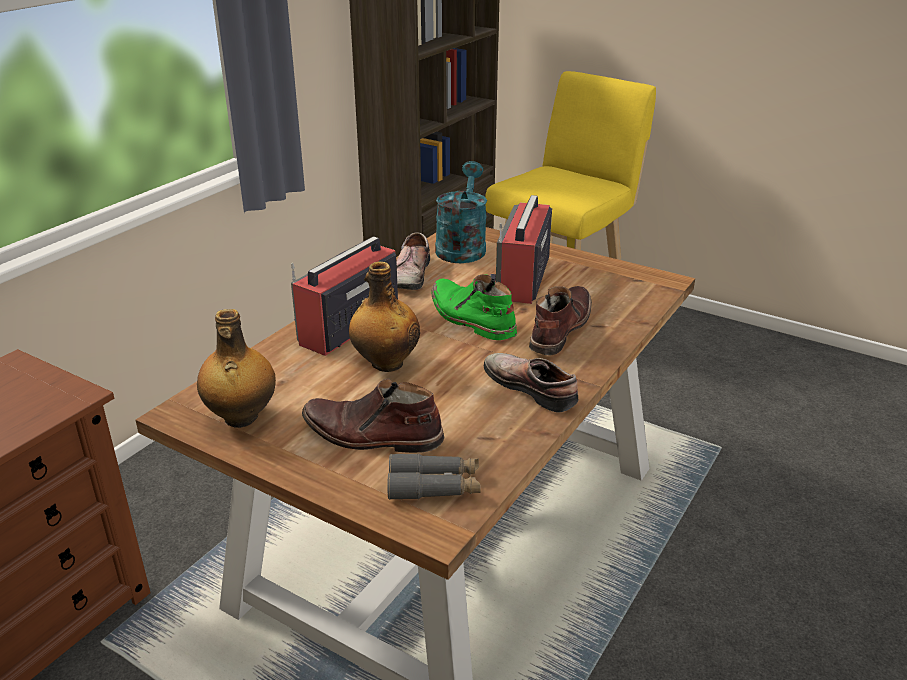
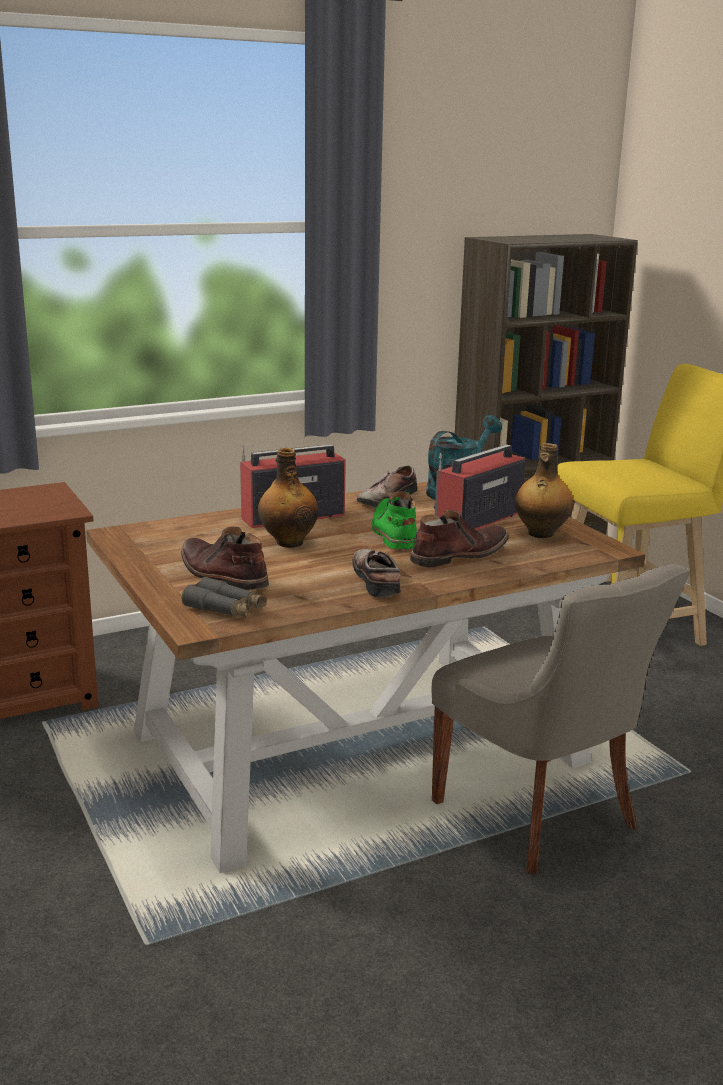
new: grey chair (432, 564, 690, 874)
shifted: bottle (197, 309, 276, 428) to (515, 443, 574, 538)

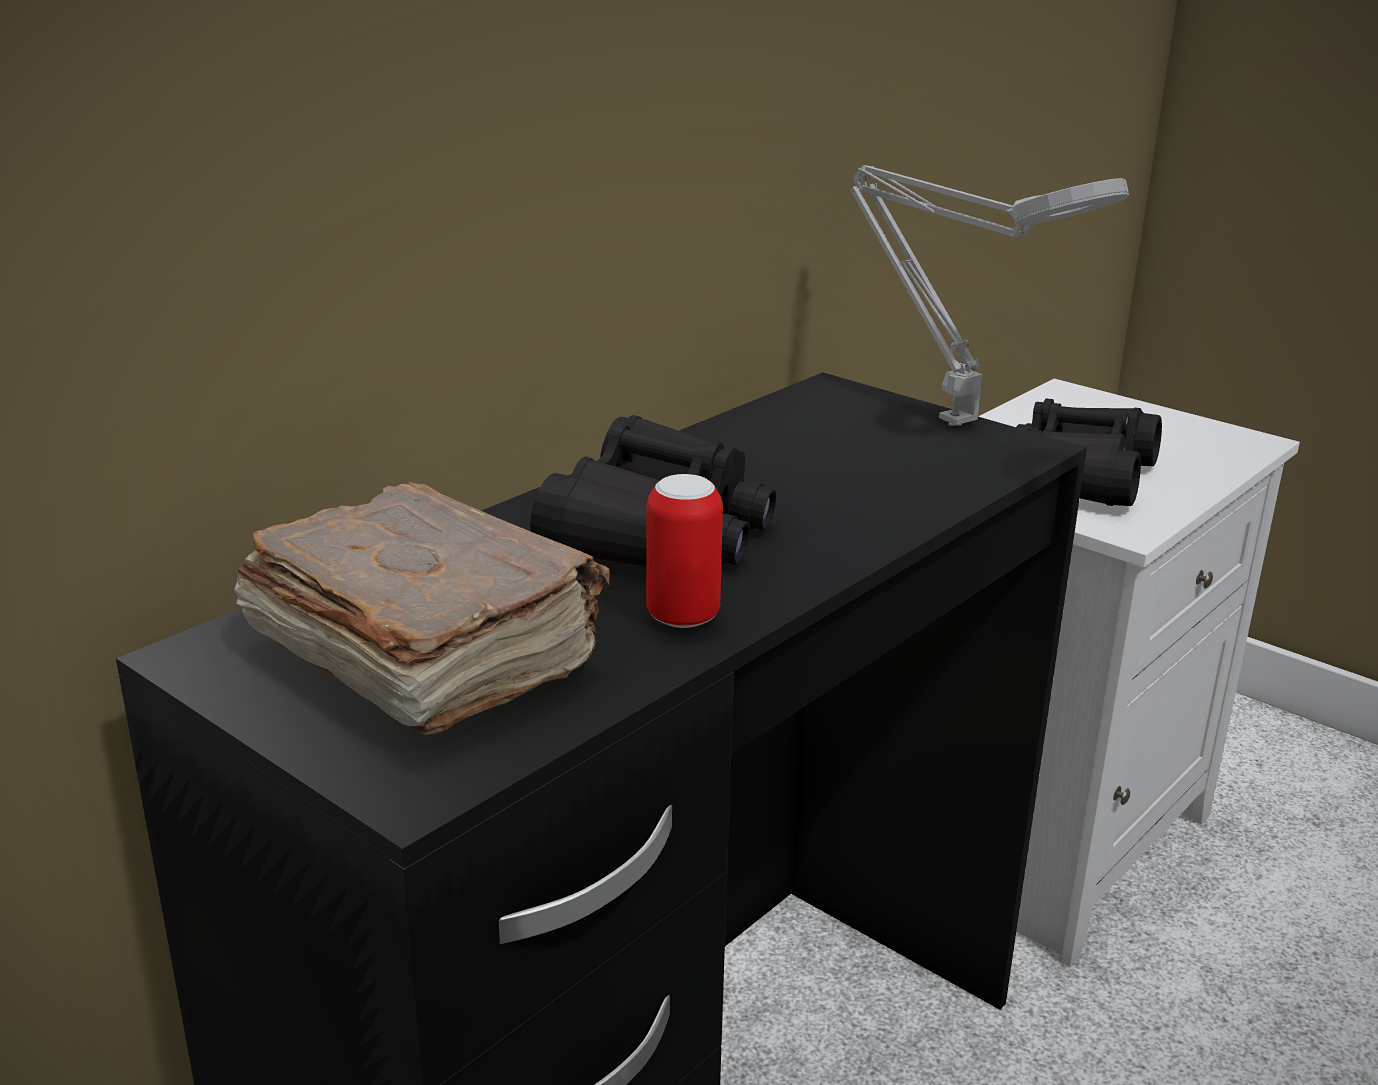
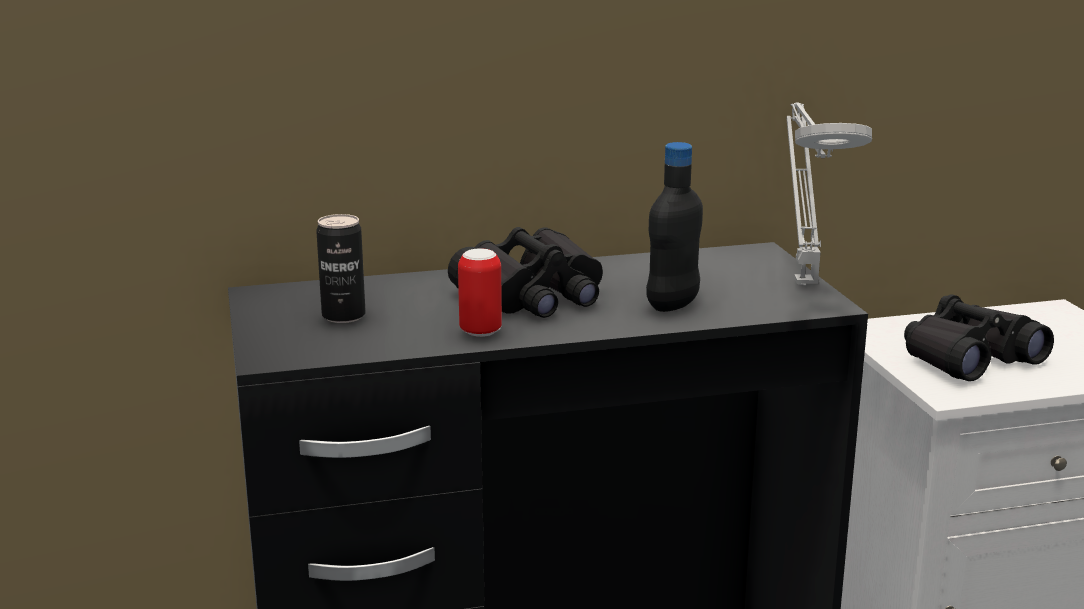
new: black bottle (646, 142, 703, 312)
swapped: brown book (234, 482, 609, 735) to can (316, 214, 365, 323)

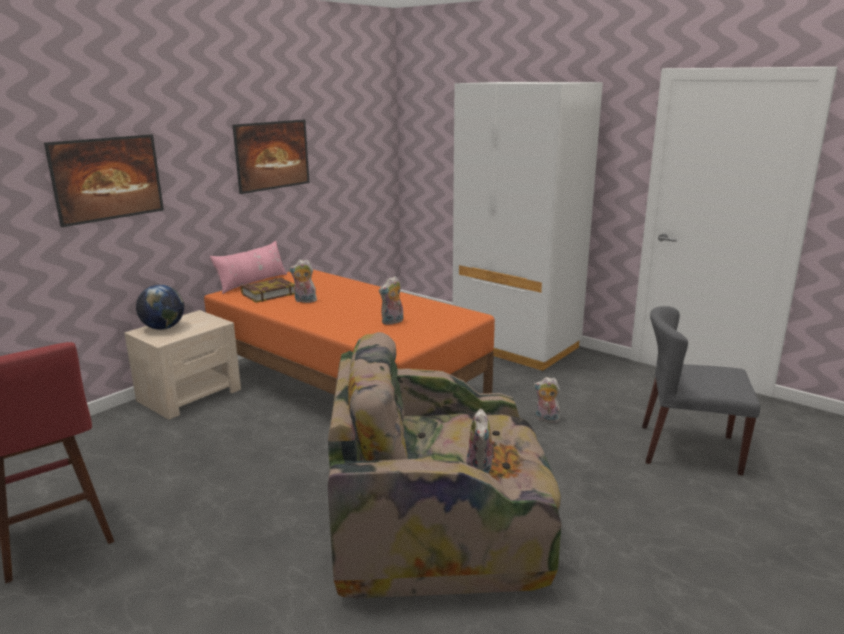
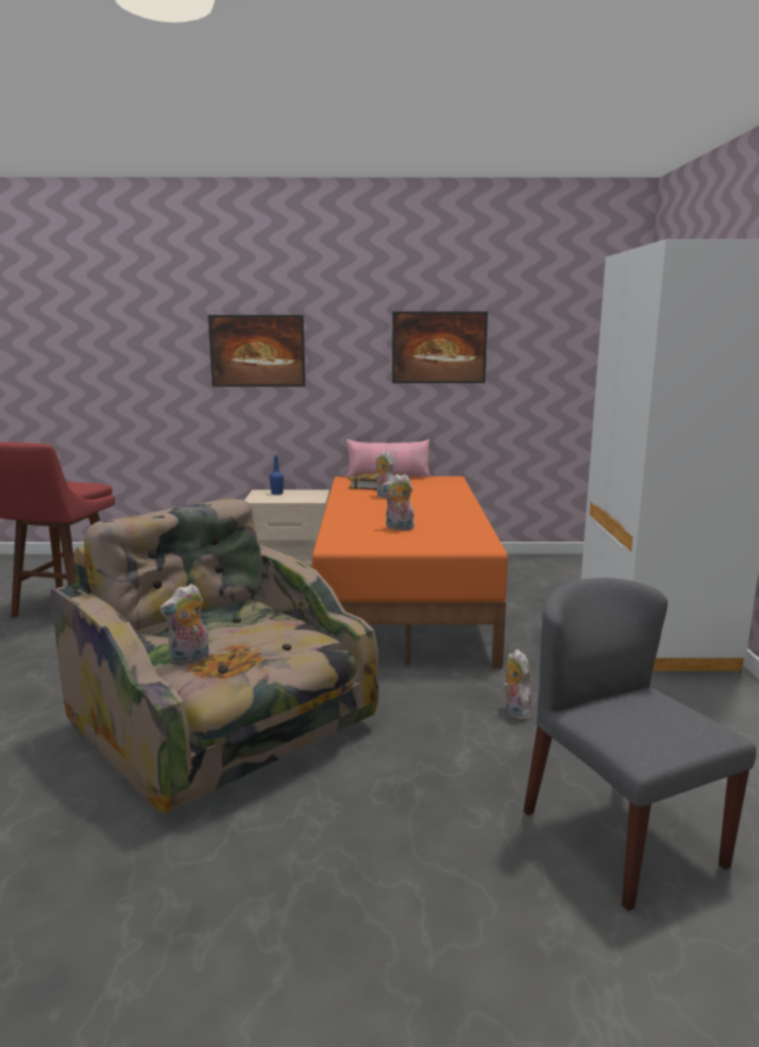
swapped: globe (136, 285, 184, 330) to blue bottle (269, 452, 284, 495)

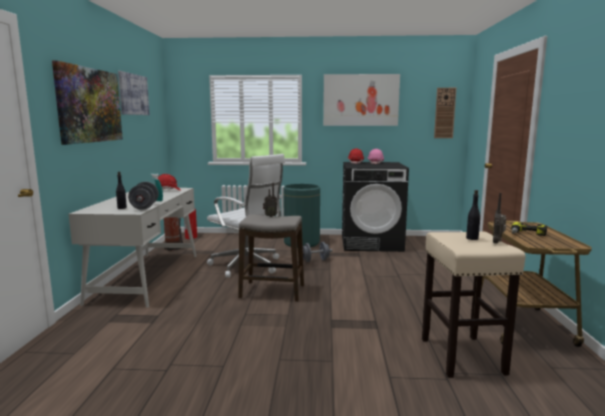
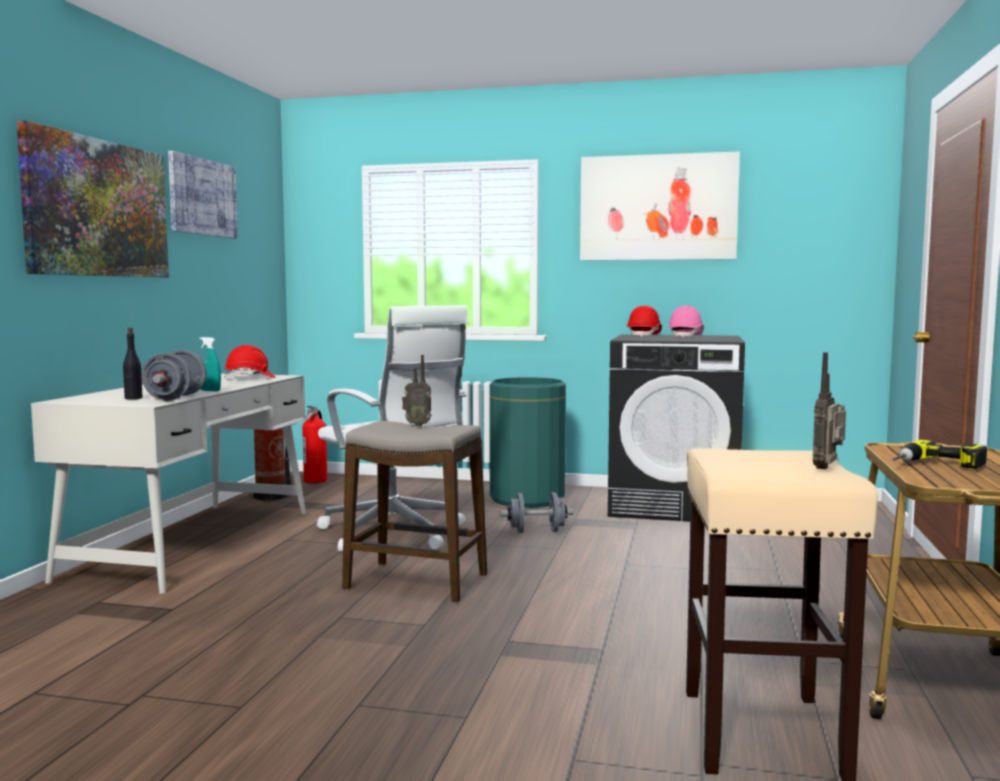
gone: wall clock (434, 88, 456, 138); black bottle (466, 190, 480, 240)

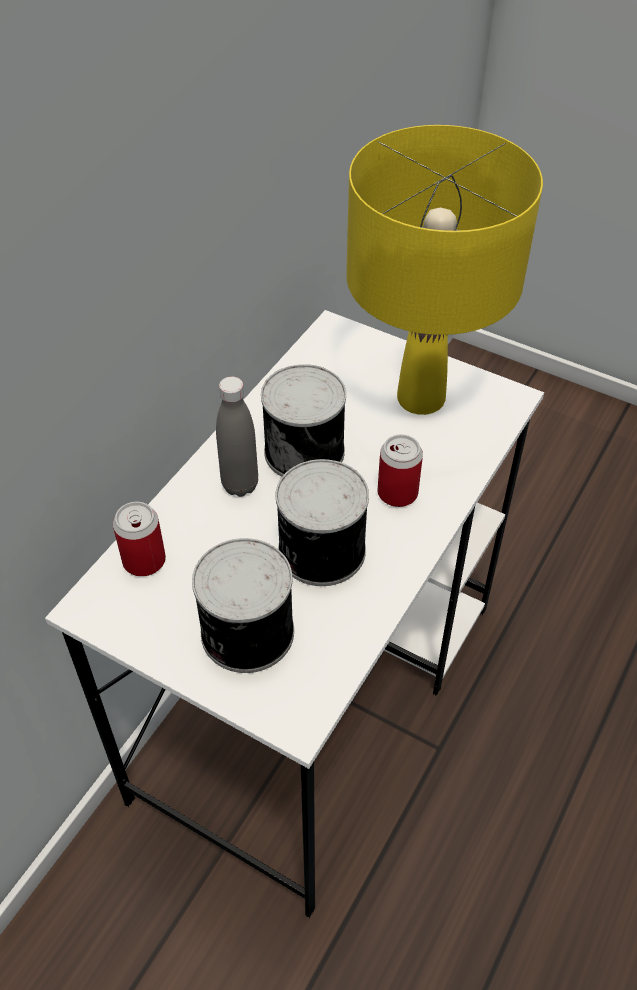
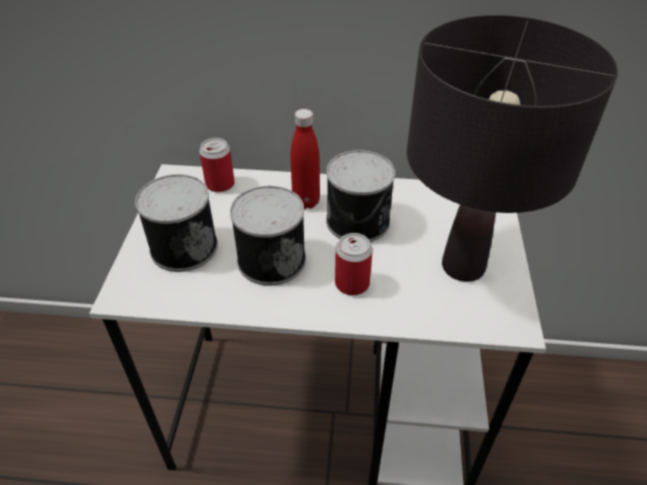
repainted: yellow table lamp (346, 125, 543, 415) to black table lamp (407, 15, 618, 282); grey bottle (216, 377, 258, 497) to red bottle (291, 109, 320, 209)

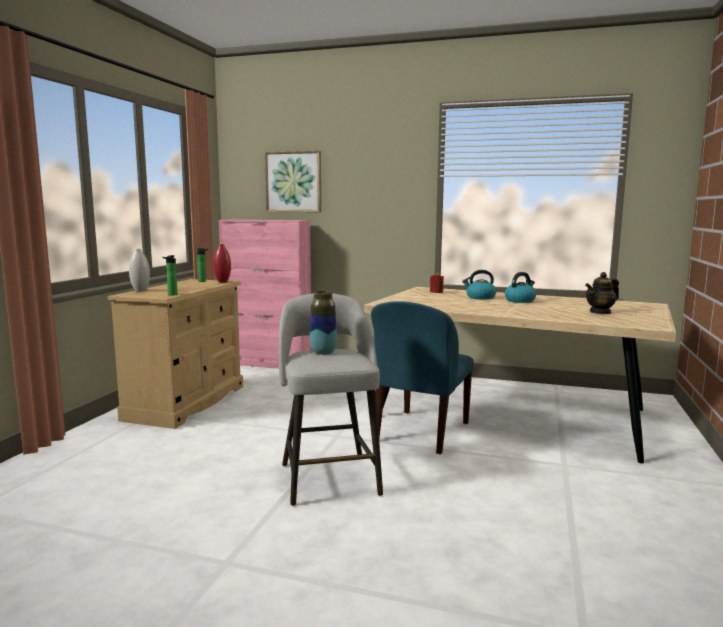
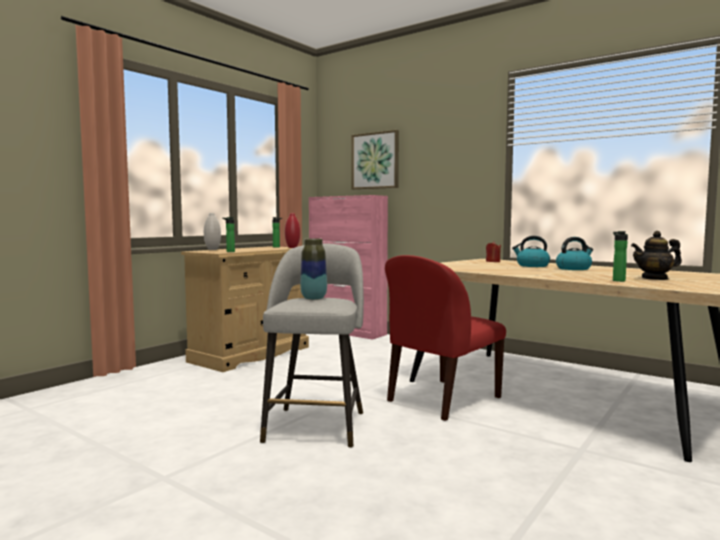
new: bottle (613, 231, 628, 282)
repainted: blue chair (371, 301, 474, 454) to red chair (385, 255, 506, 421)

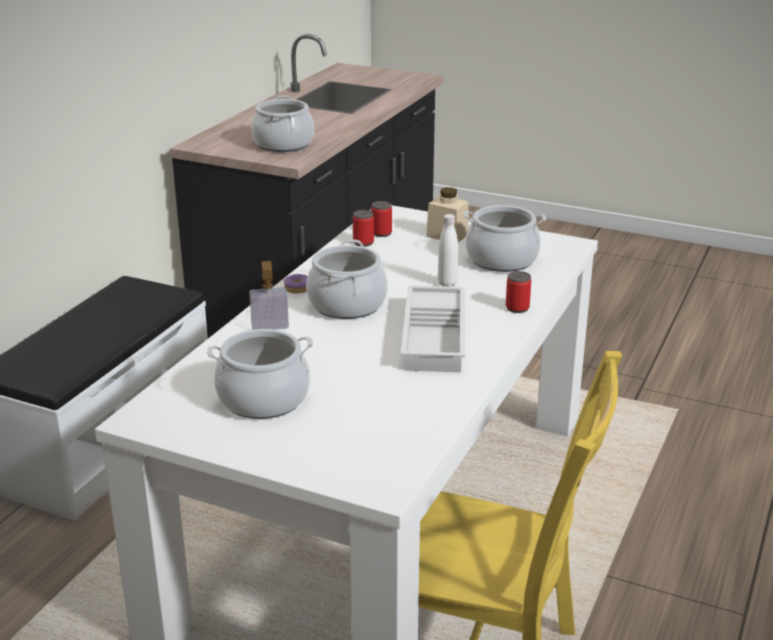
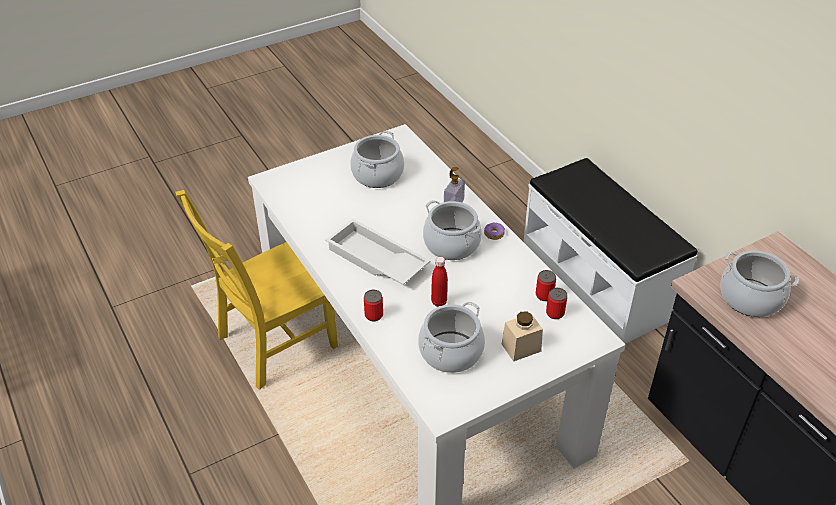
repainted: white bottle (438, 214, 458, 287) to red bottle (431, 257, 448, 307)

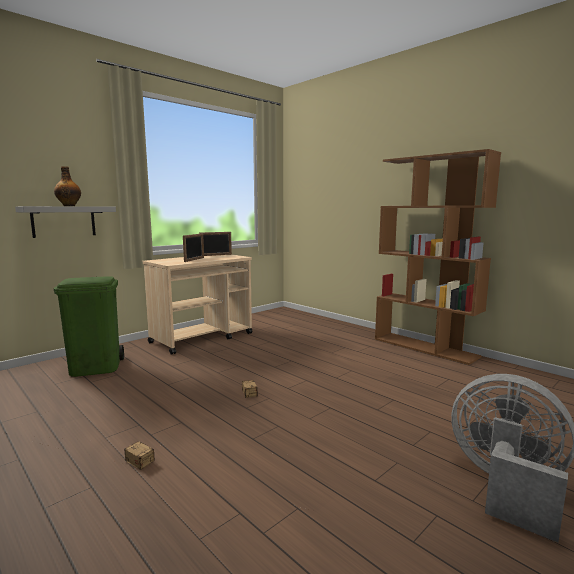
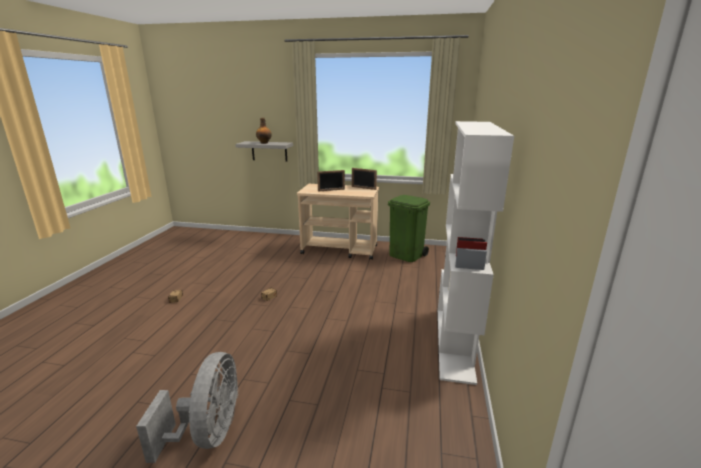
shifted: green trash can (54, 276, 124, 377) to (388, 195, 430, 262)
repainted: brown bookcase (375, 149, 501, 365) to white bookcase (438, 121, 514, 385)

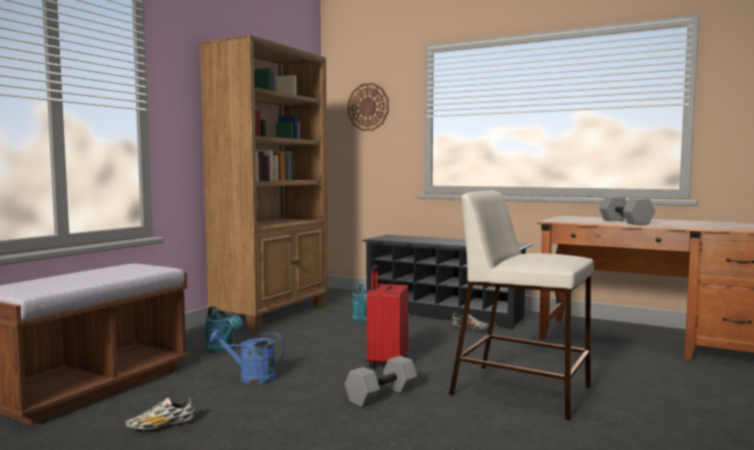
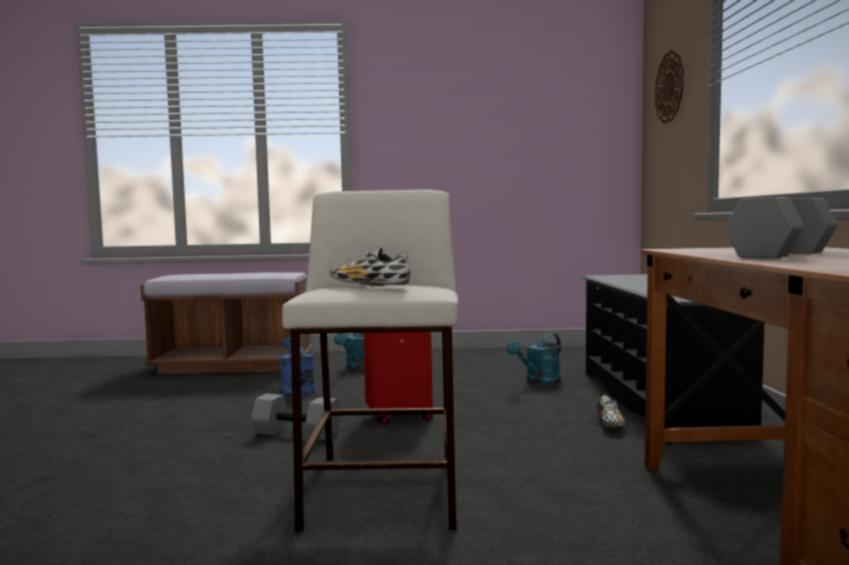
gone: brown bookcase (200, 35, 328, 331)
shifted: shoe (125, 397, 195, 430) to (329, 248, 410, 287)

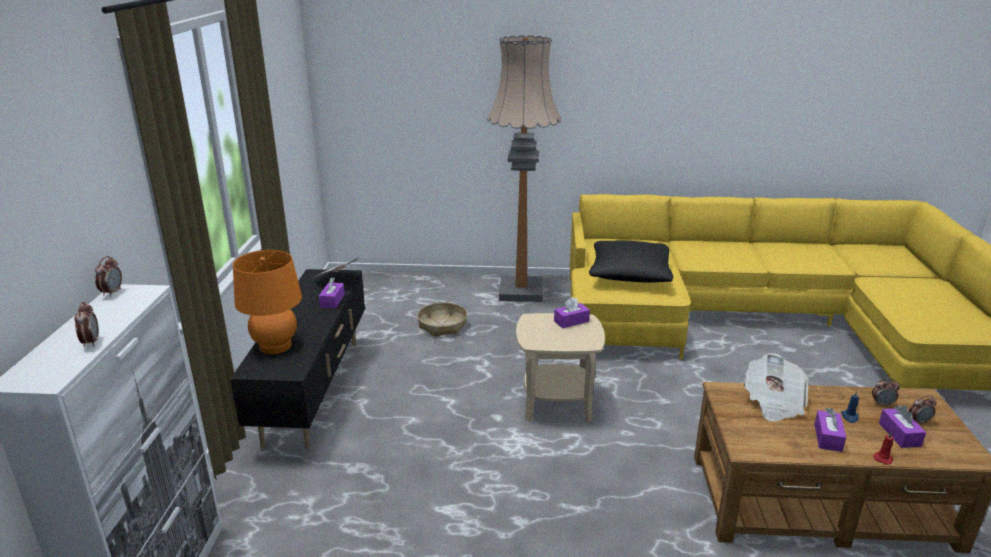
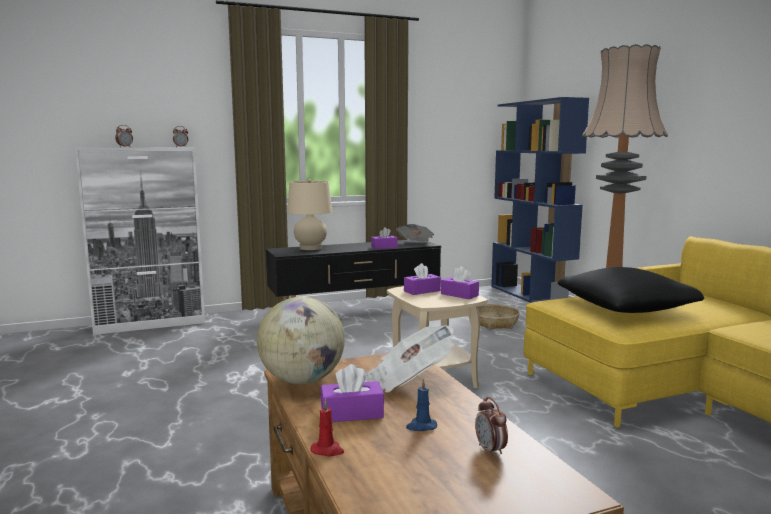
gone: alarm clock (909, 395, 937, 423)
new: blue bookcase (491, 97, 589, 303); globe (257, 297, 345, 384)
shifted: purple tissue box (879, 405, 926, 448) to (404, 263, 441, 295)
repainted: orange table lamp (233, 250, 302, 354) to beige table lamp (287, 179, 332, 250)

